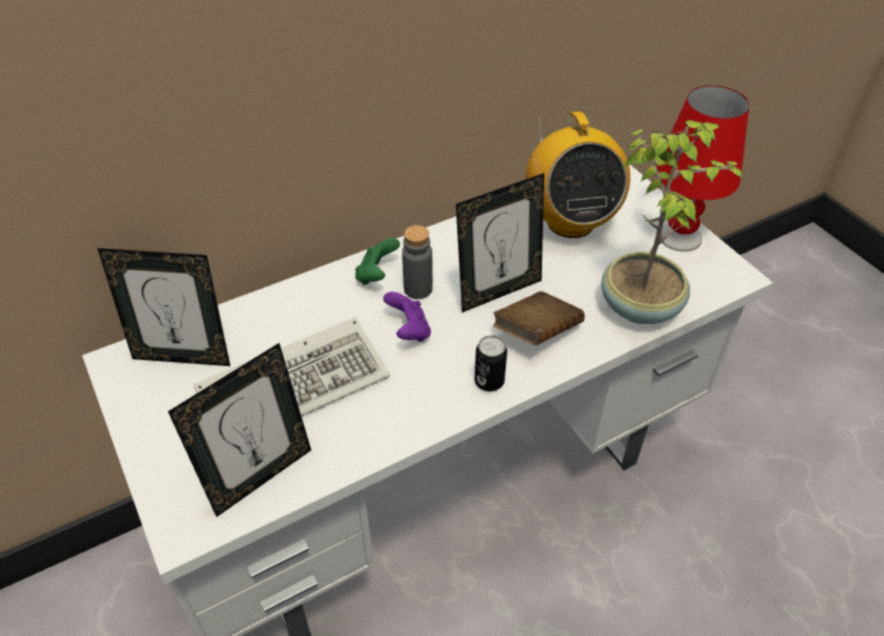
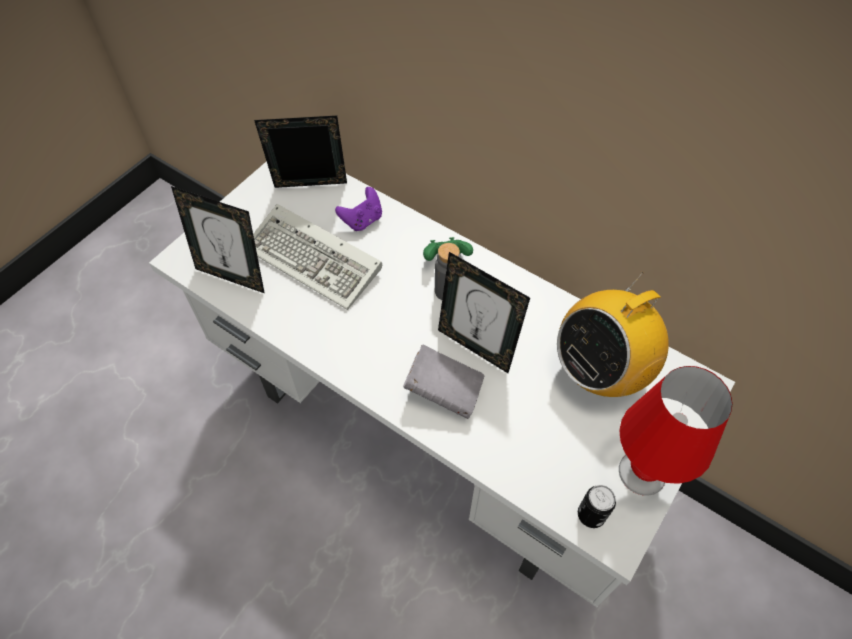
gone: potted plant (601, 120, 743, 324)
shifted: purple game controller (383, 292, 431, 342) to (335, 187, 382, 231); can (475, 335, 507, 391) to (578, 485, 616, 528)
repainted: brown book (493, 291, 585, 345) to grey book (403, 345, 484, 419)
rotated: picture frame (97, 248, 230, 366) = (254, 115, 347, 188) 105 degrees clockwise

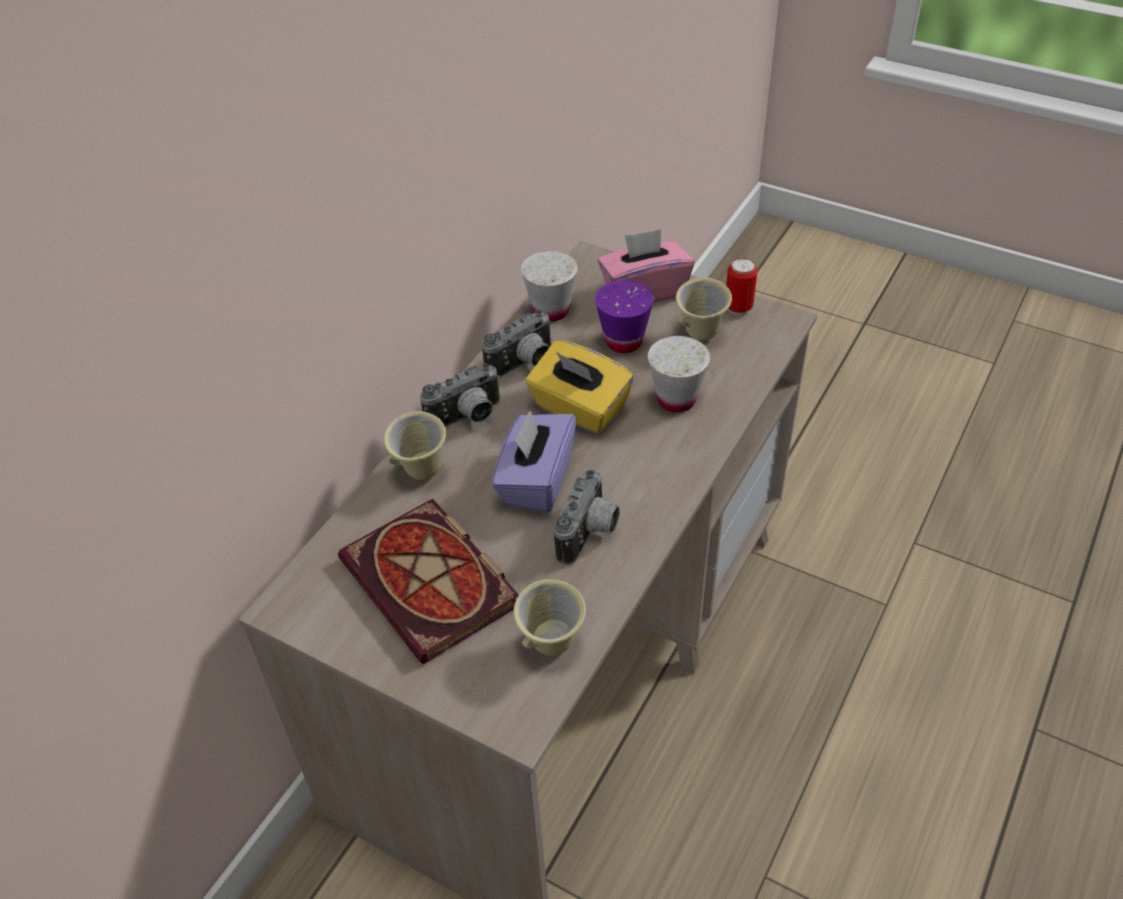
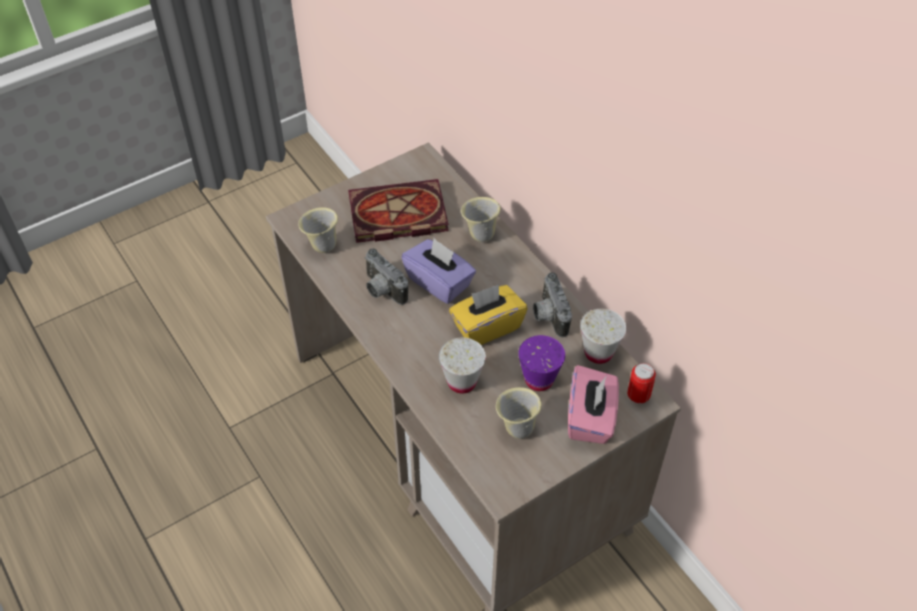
gone: photo camera (420, 363, 500, 427)
shifted: can (726, 258, 758, 315) to (627, 363, 656, 404)

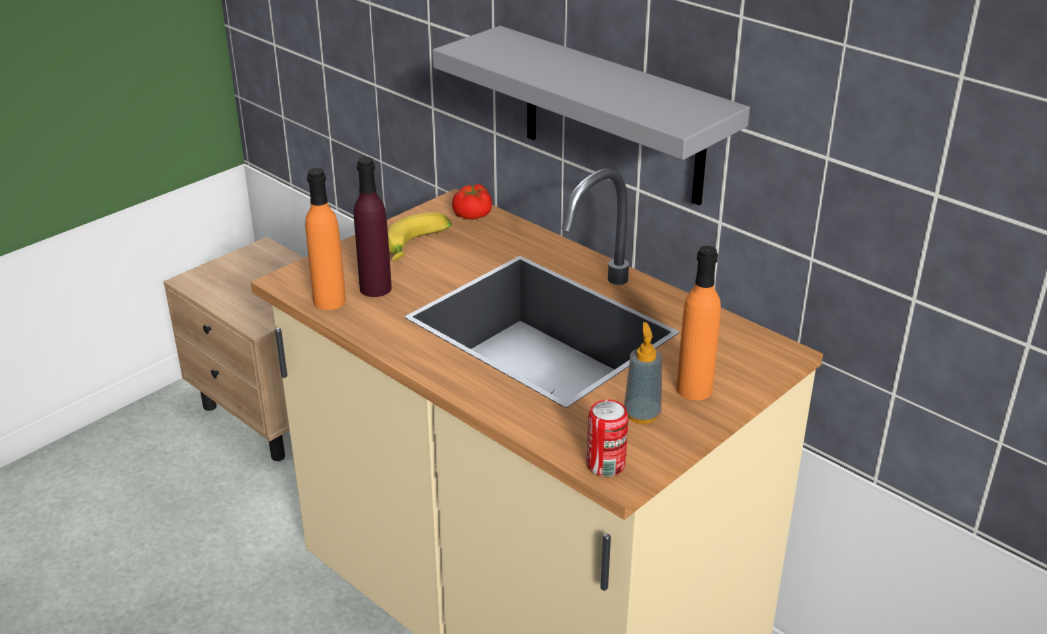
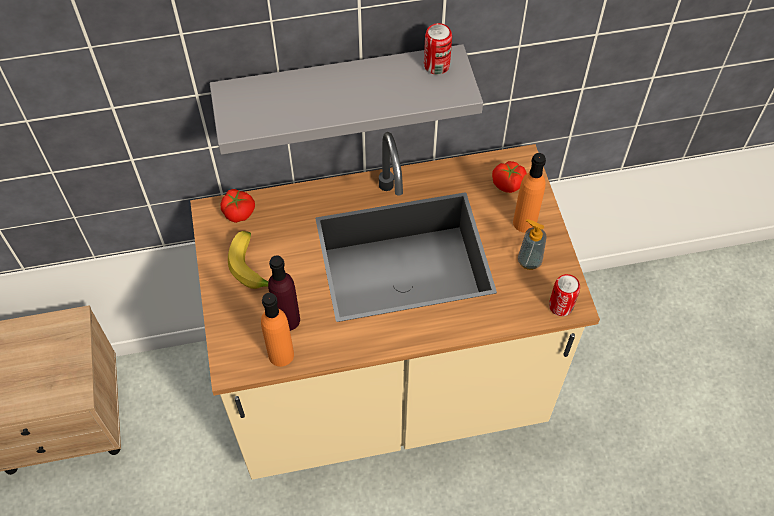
new: can (424, 23, 452, 75); tomato (492, 161, 527, 193)

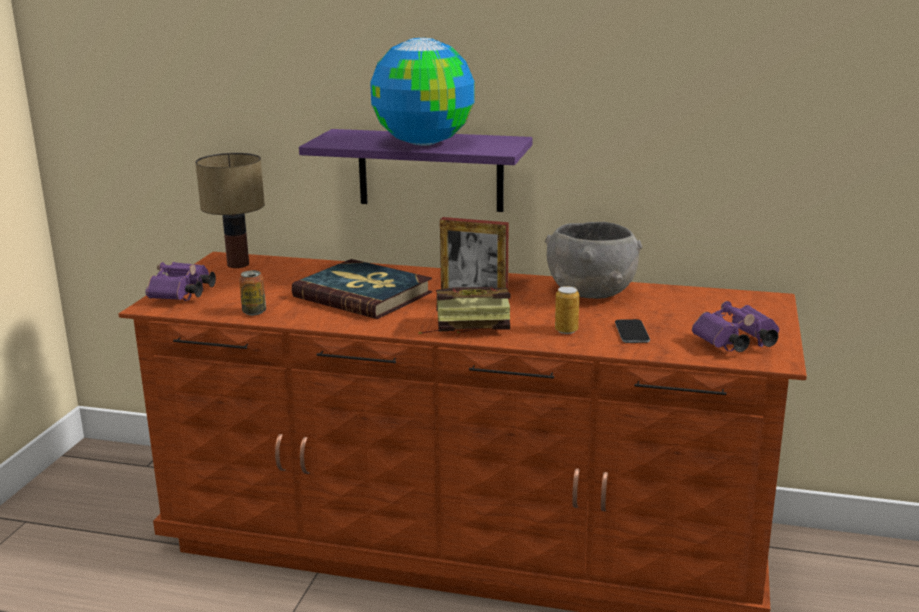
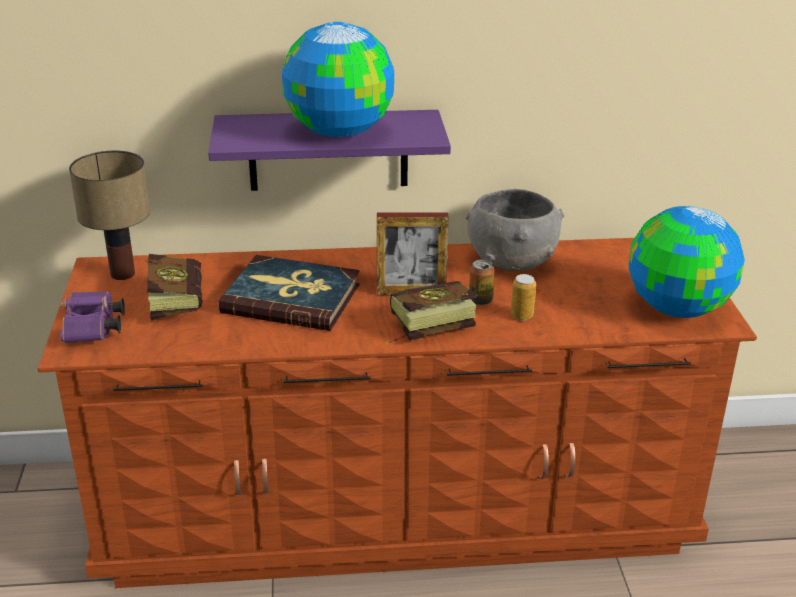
gone: phone (615, 319, 650, 343)
new: book (144, 254, 203, 321)
shifted: can (239, 270, 266, 315) to (469, 260, 494, 305)
swapped: purple binoculars (692, 301, 779, 352) to globe (629, 206, 745, 318)

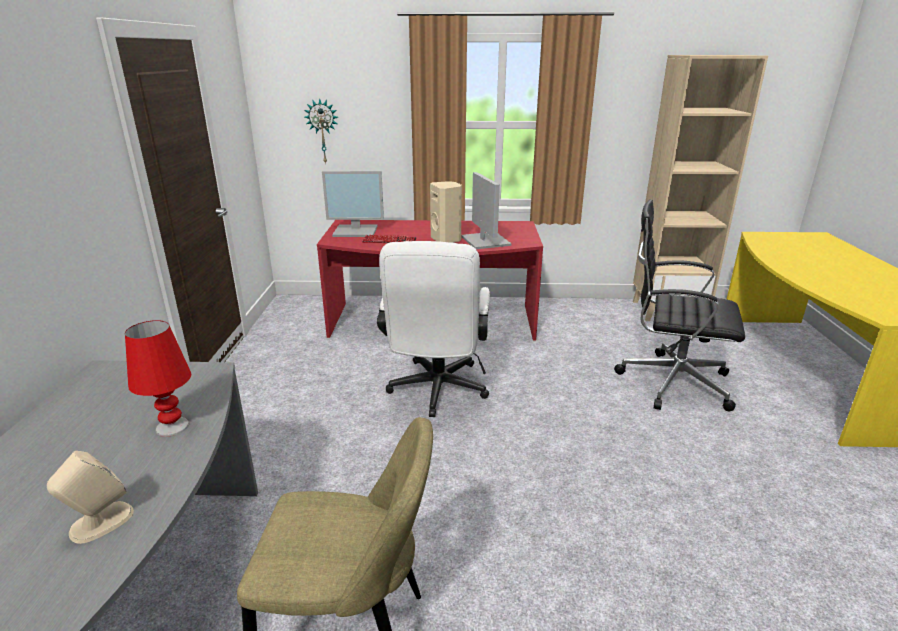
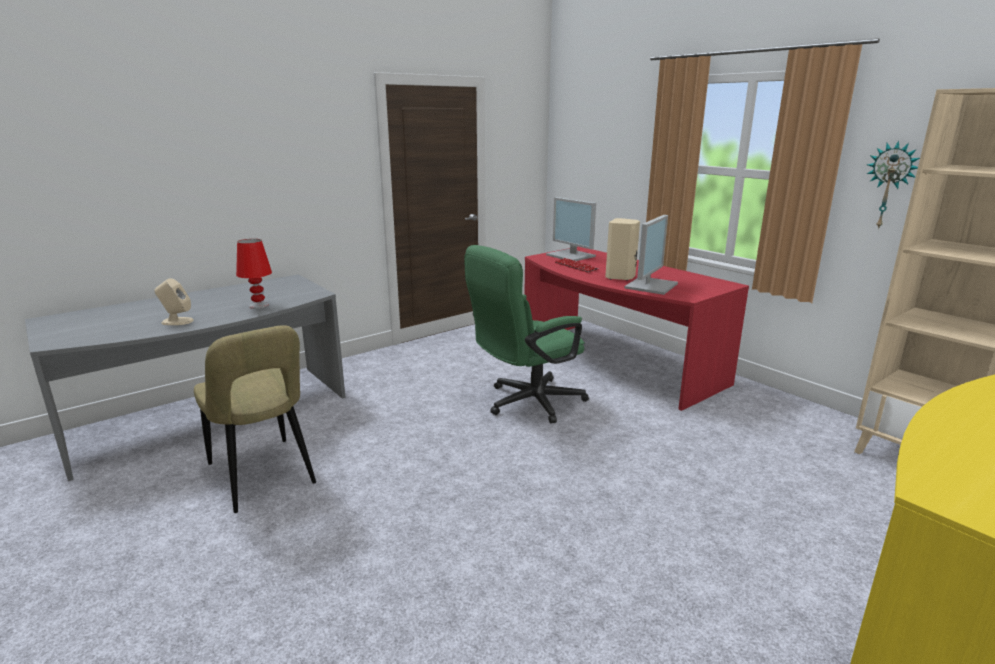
gone: black office chair (614, 199, 745, 412)
shifted: wall clock (304, 98, 338, 164) to (867, 141, 920, 230)
repainted: white office chair (377, 241, 490, 417) to green office chair (464, 245, 589, 424)

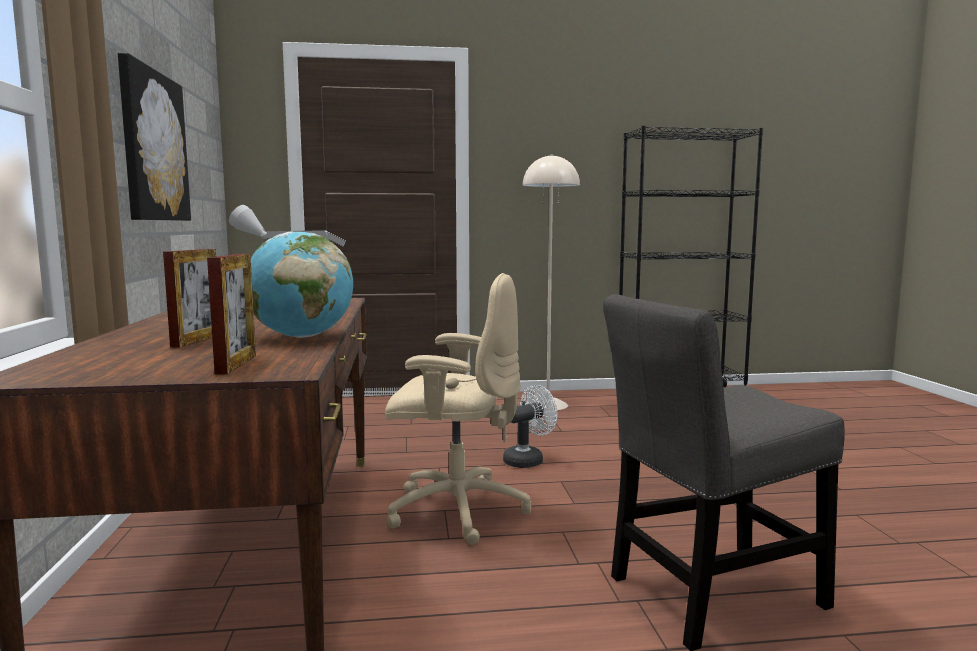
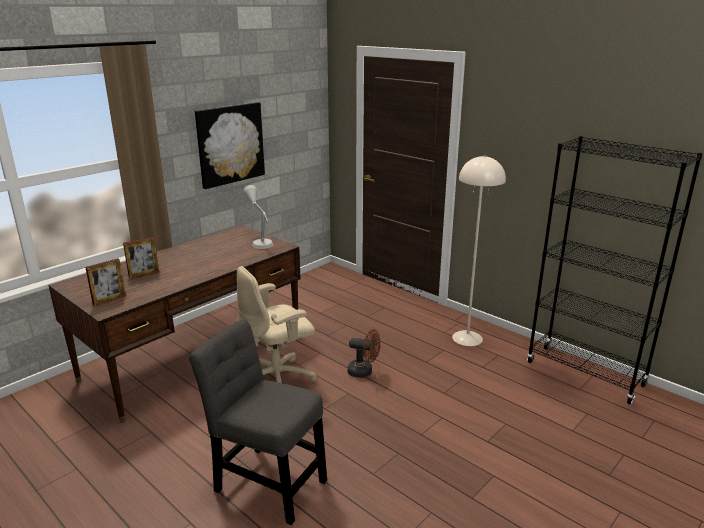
gone: globe (251, 231, 354, 338)
repainted: white fan (503, 385, 558, 468) to brown fan (347, 329, 381, 378)
rotated: beige office chair (385, 273, 532, 545) = (237, 266, 317, 383) 90 degrees clockwise

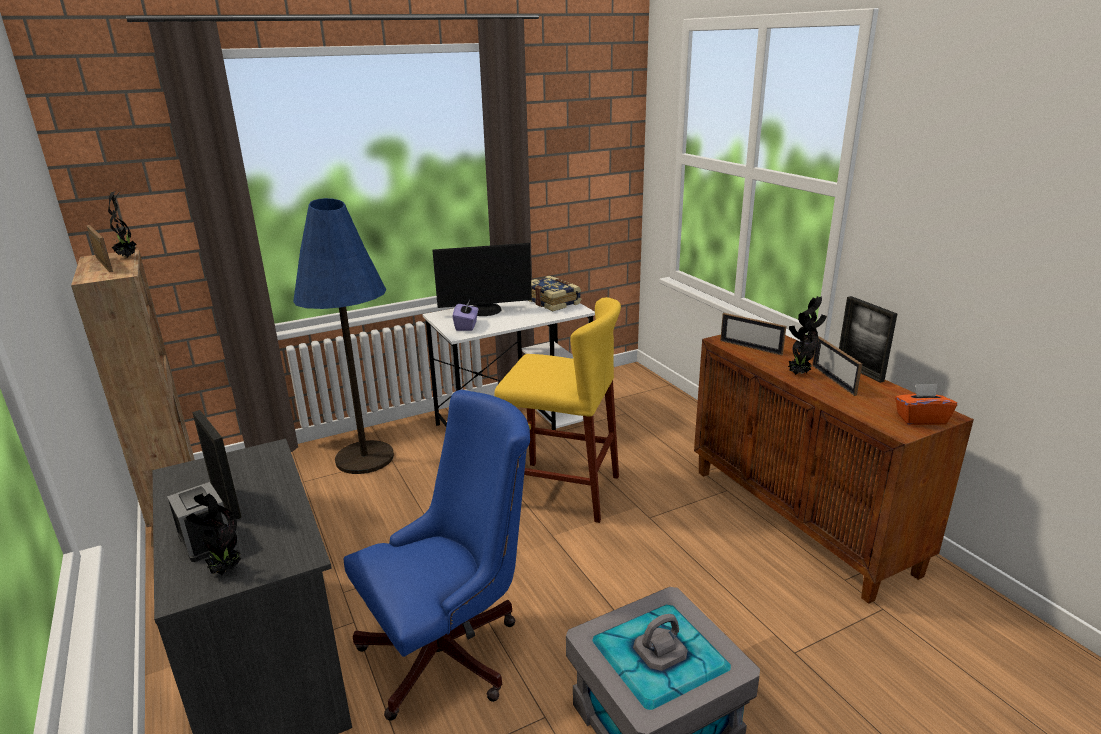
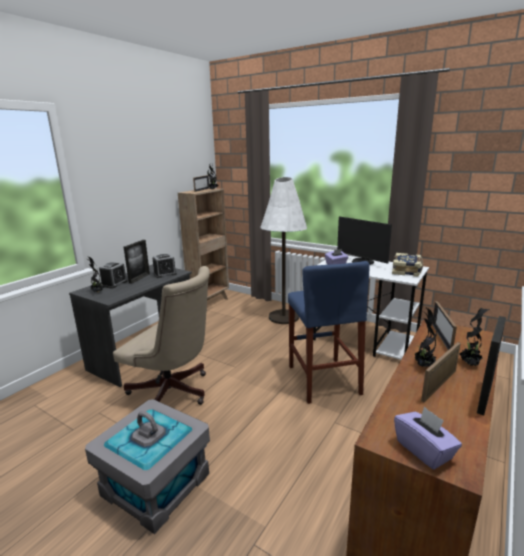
new: alarm clock (152, 254, 177, 278)
repainted: blue floor lamp (293, 198, 394, 474) to white floor lamp (260, 177, 307, 324); yellow stool (494, 297, 621, 523) to blue stool (288, 261, 370, 404); orange tissue box (895, 383, 957, 425) to purple tissue box (394, 406, 462, 470); blue office chair (344, 390, 530, 721) to beige office chair (113, 266, 210, 405)

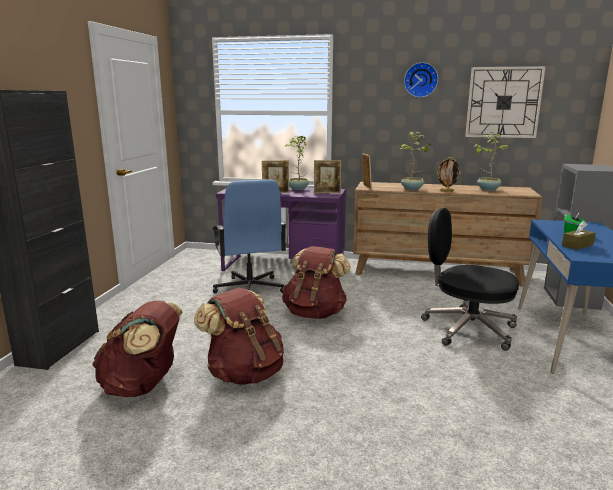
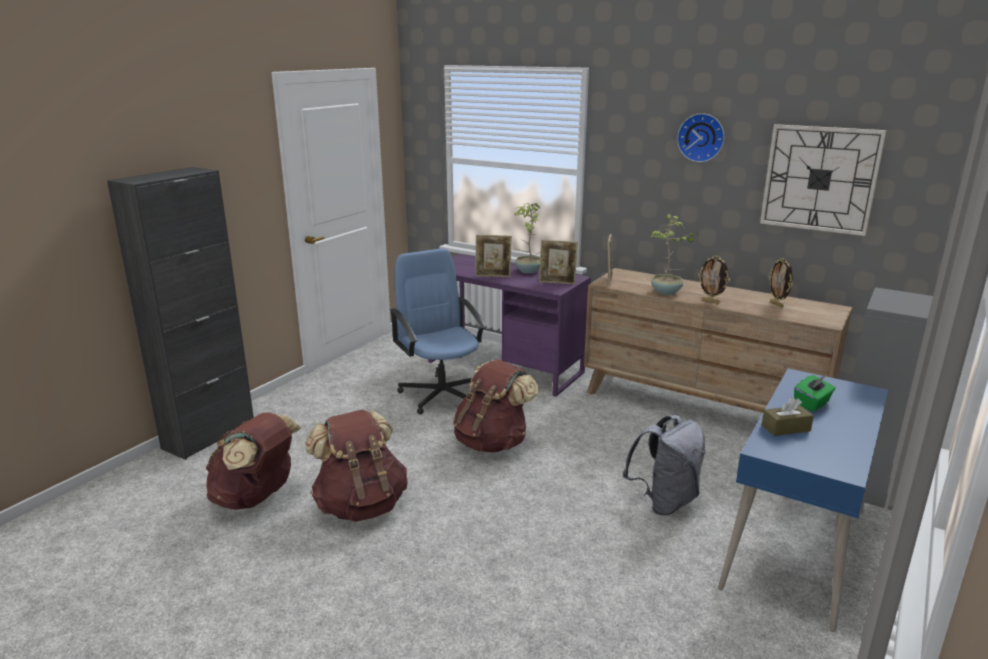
swapped: potted plant (473, 132, 508, 191) to picture frame (769, 258, 793, 308); black office chair (421, 208, 519, 351) to grey backpack (622, 415, 705, 515)
rotated: blue office chair (213, 179, 286, 293) = (390, 248, 487, 415) 150 degrees clockwise

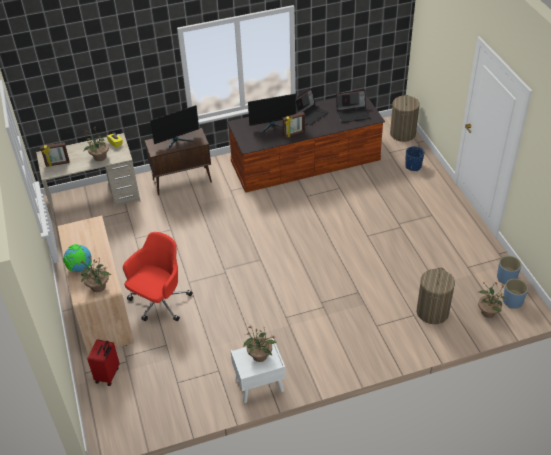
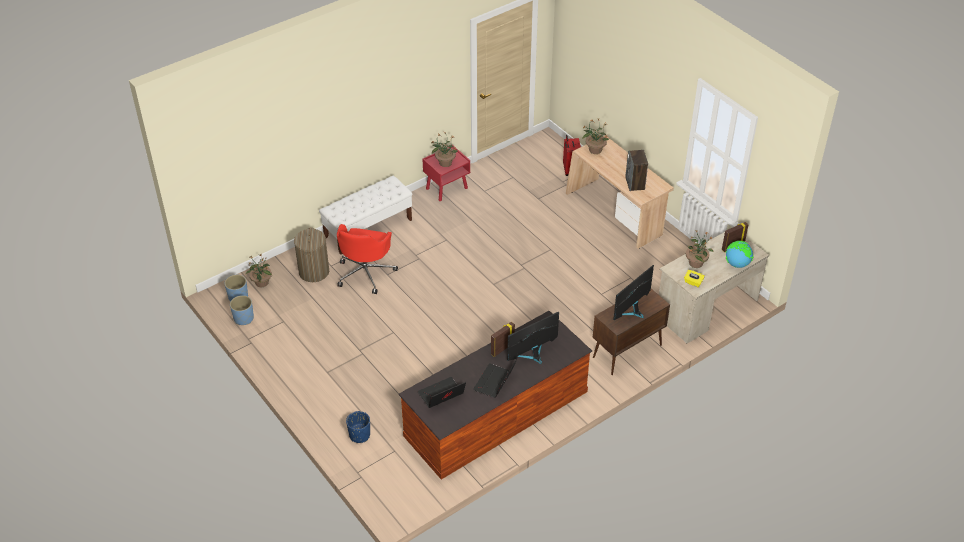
gone: laundry basket (390, 95, 420, 142)
new: speaker (625, 150, 648, 191); white bench (319, 176, 412, 255)
shifted: red office chair (123, 232, 192, 321) to (337, 224, 398, 294); globe (63, 244, 92, 272) to (726, 241, 754, 268)
repainted: white nightstand (231, 338, 286, 403) to red nightstand (423, 145, 470, 201)

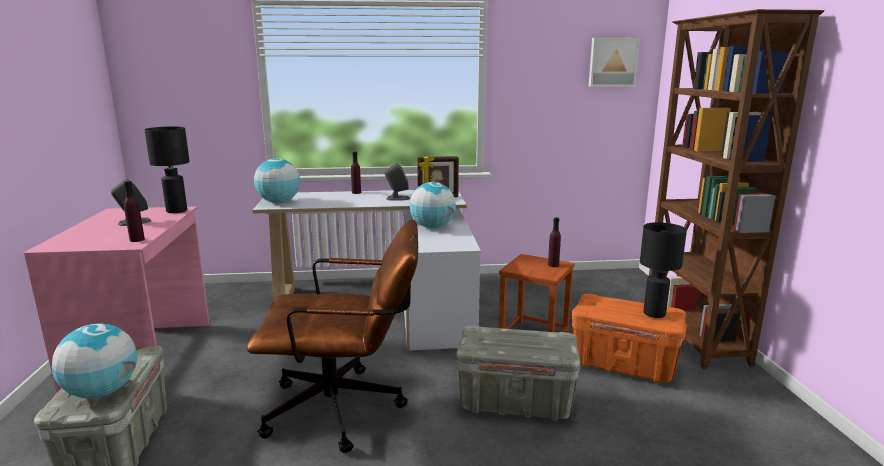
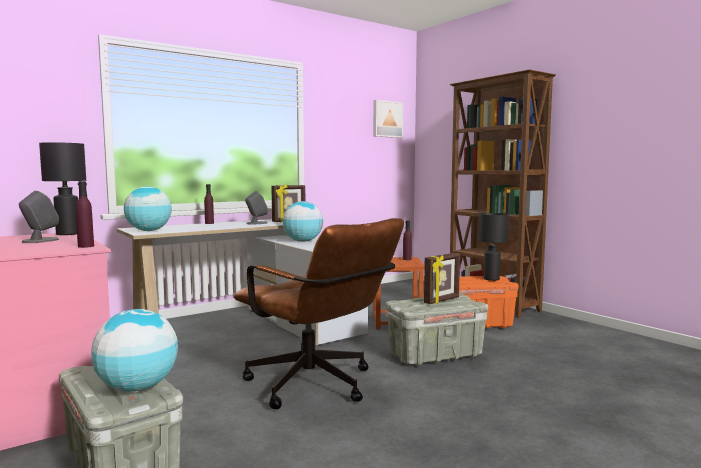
new: picture frame (424, 253, 460, 304)
rotated: brown office chair (247, 219, 418, 453) = (233, 218, 404, 409) 75 degrees clockwise

